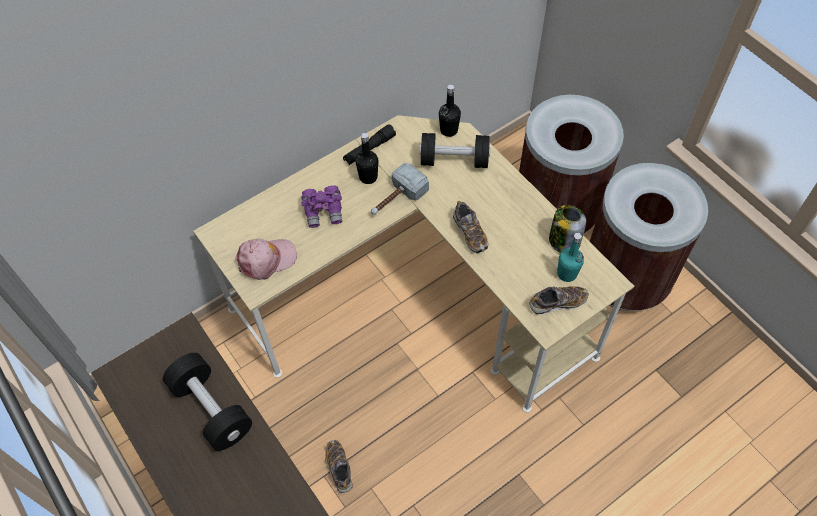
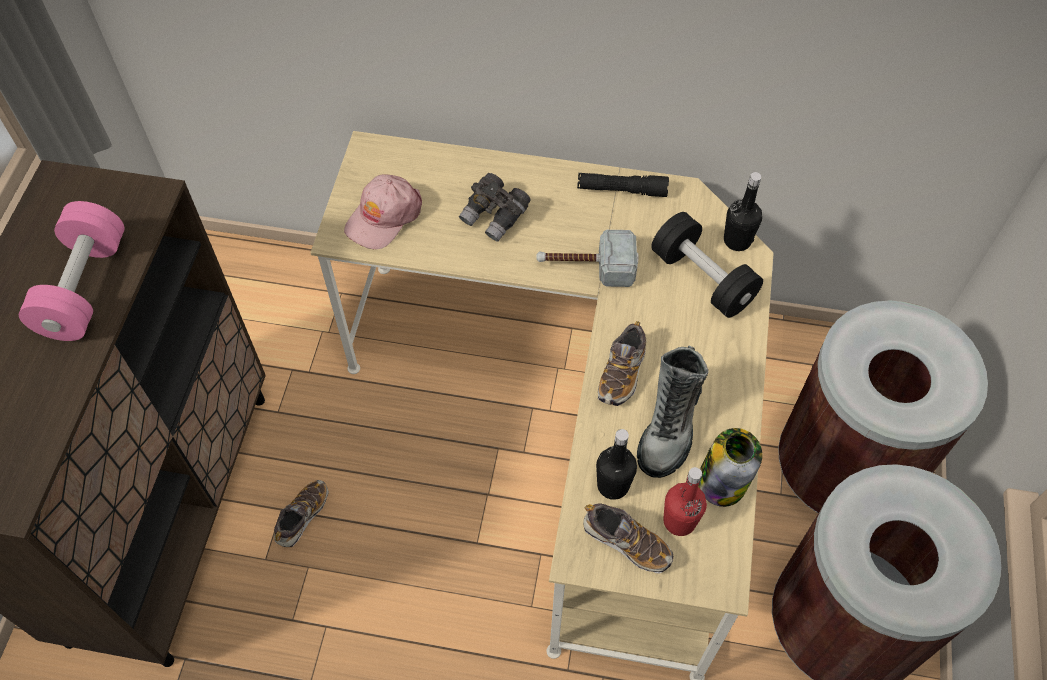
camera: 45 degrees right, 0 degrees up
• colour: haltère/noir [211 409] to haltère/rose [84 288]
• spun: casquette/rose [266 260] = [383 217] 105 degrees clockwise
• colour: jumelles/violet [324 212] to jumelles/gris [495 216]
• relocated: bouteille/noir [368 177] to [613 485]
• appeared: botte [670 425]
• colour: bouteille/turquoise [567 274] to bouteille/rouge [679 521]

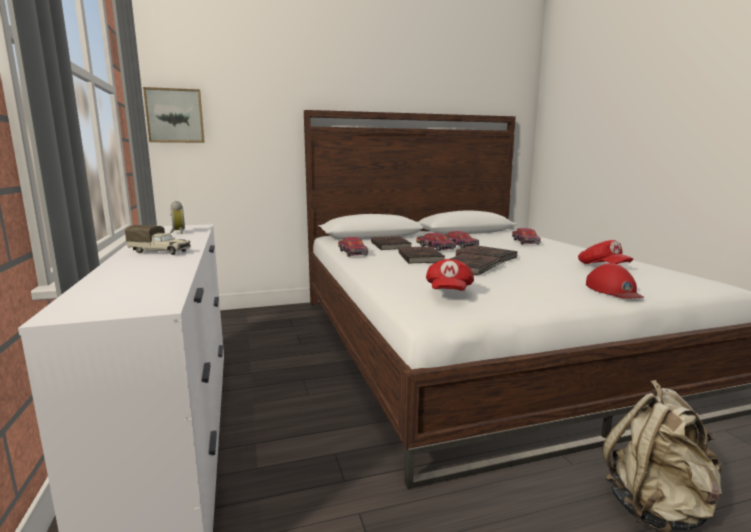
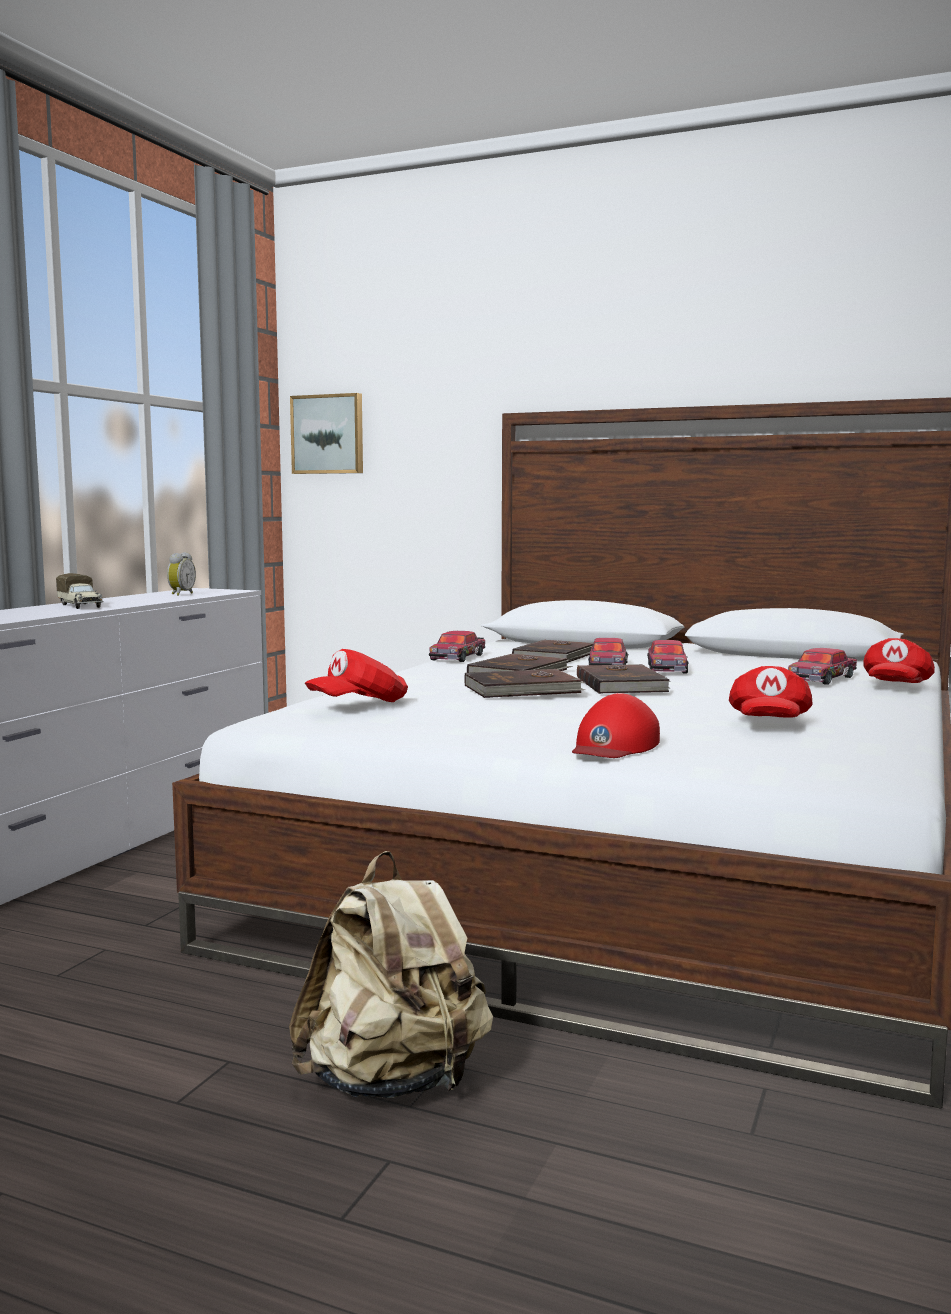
camera: 40 degrees right, 5 degrees down
• appeared: casquette/rouge [896 686]

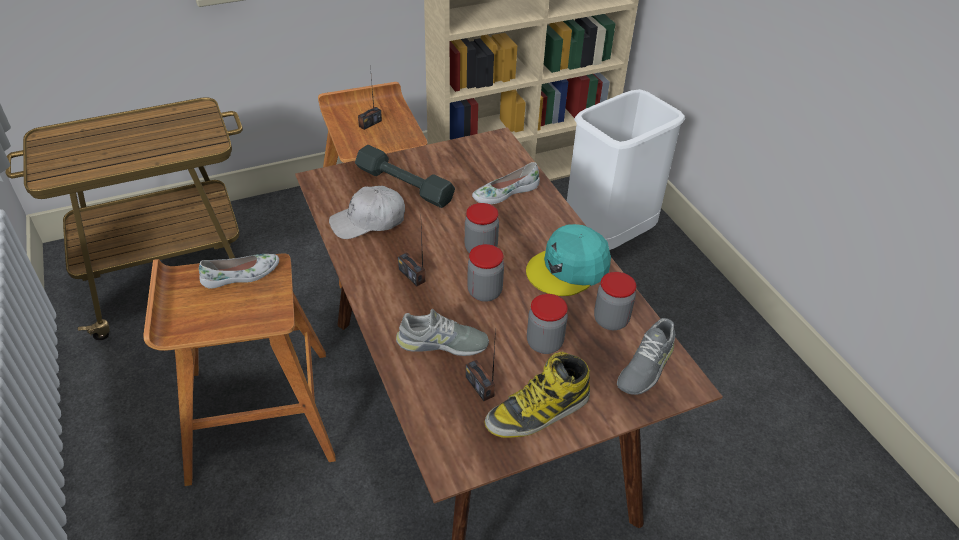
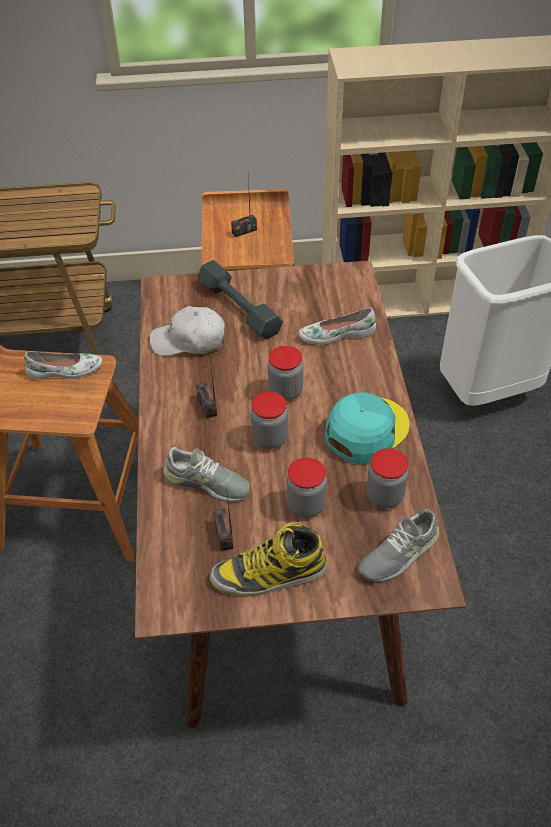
camera: 20 degrees right, 5 degrees up
• spun: casquette/turquoise [569 268] = [366 430] 150 degrees clockwise

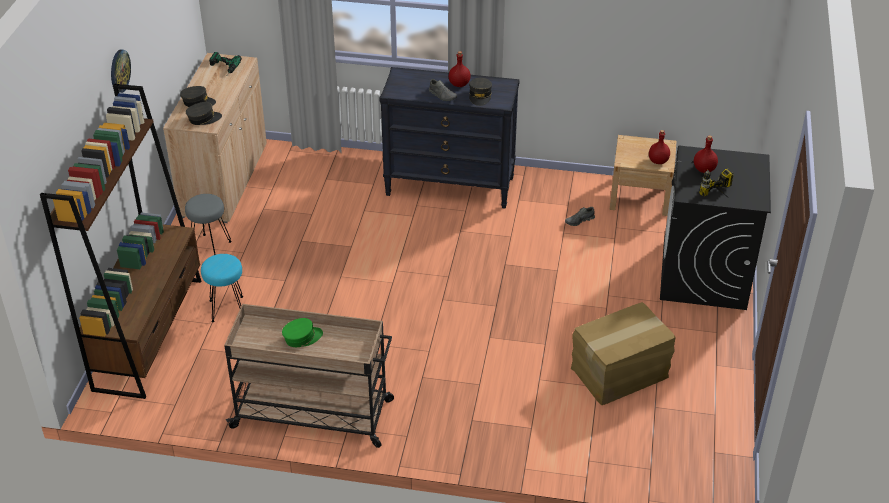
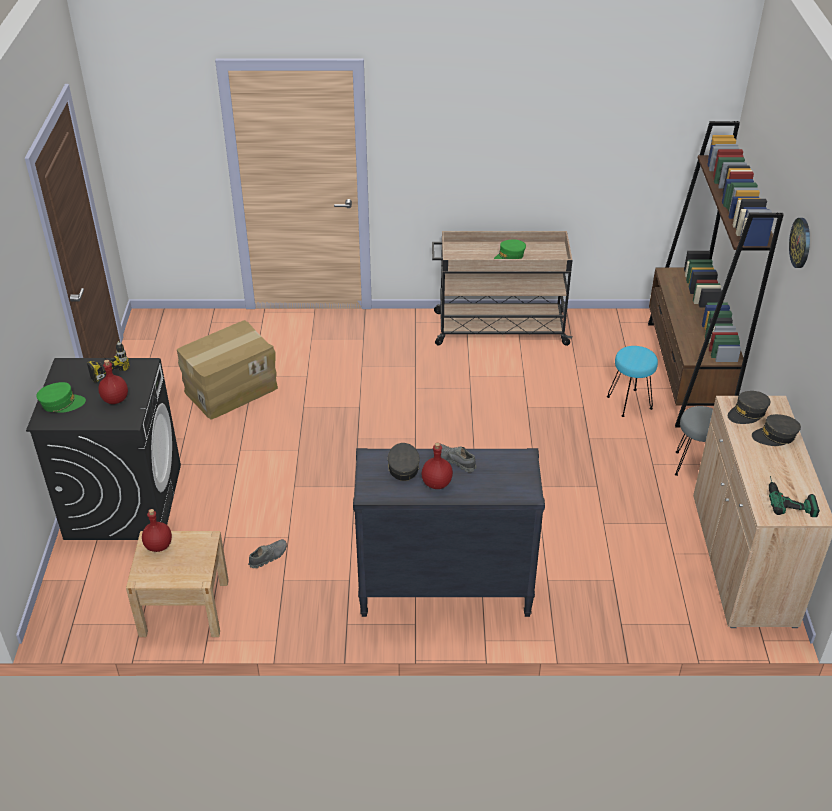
camera: 170 degrees right, 0 degrees up
• appeared: casquette/vert [61 403]

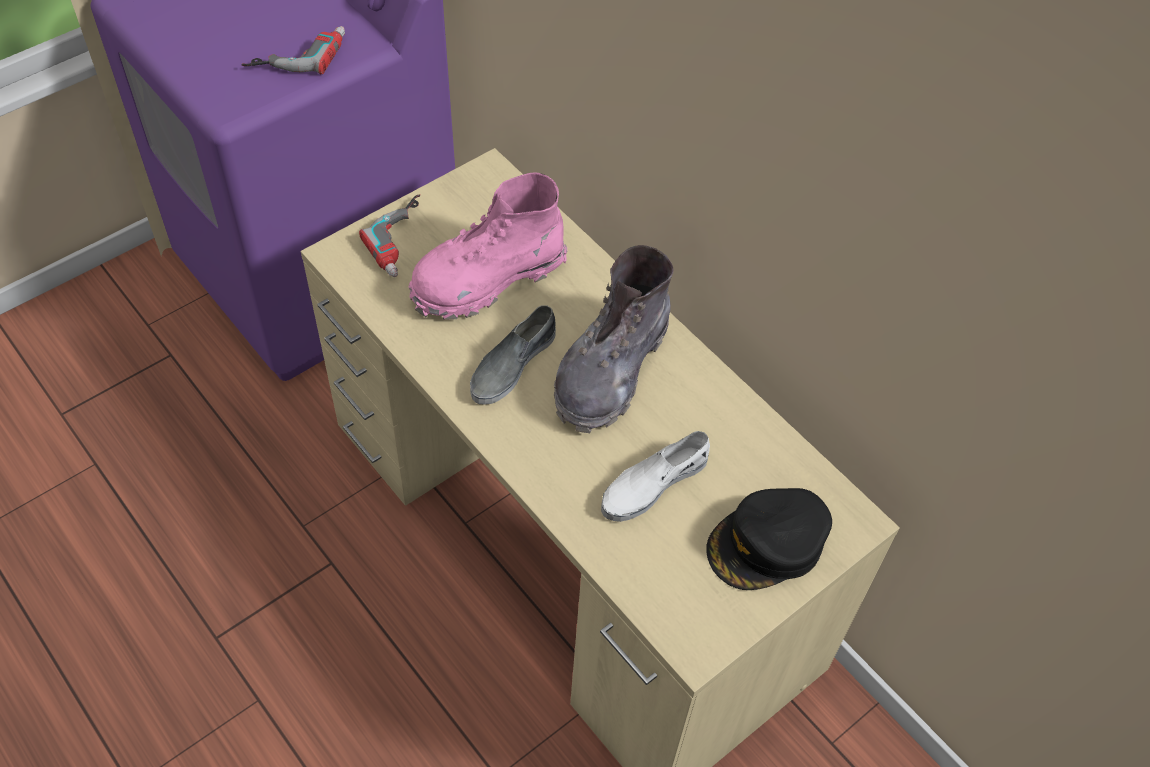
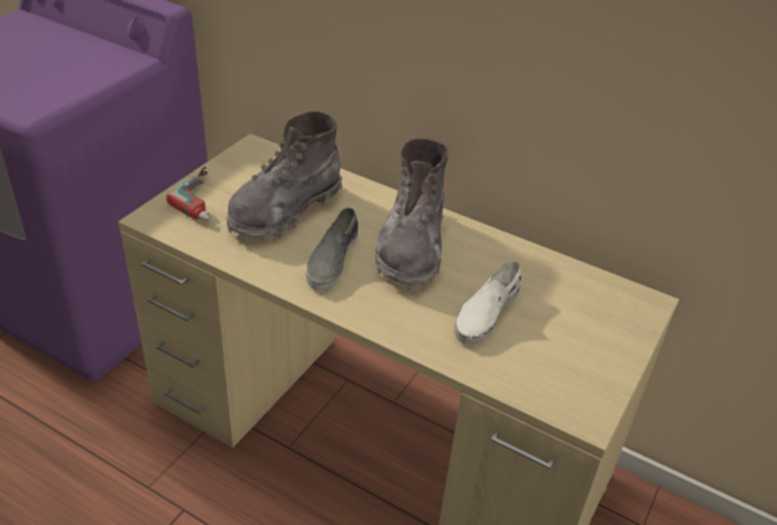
camera: 20 degrees left, 15 degrees down
• colour: botte/rose [487 279] to botte/gris [284 211]
• missing: perceuse [297 53]
• missing: casquette/noir [767 544]

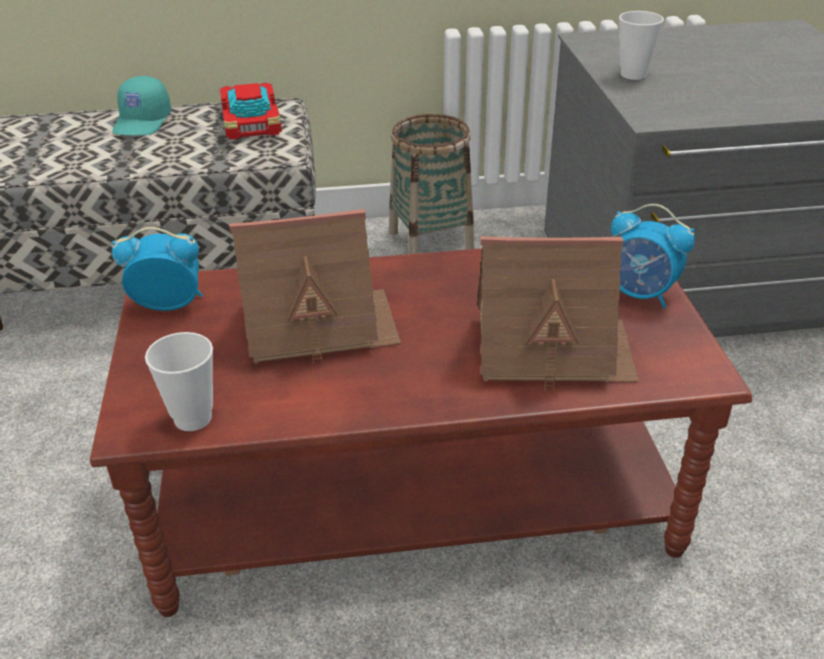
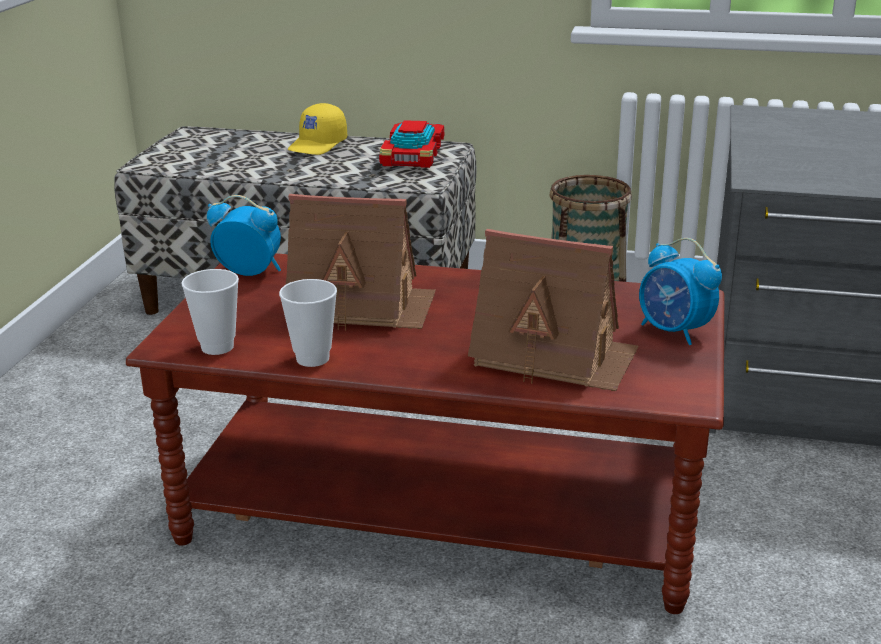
camera: 20 degrees right, 10 degrees down
• relocated: tasse [633 75] to [312 359]
• colour: casquette/turquoise [143 122] to casquette/jaune [318 145]

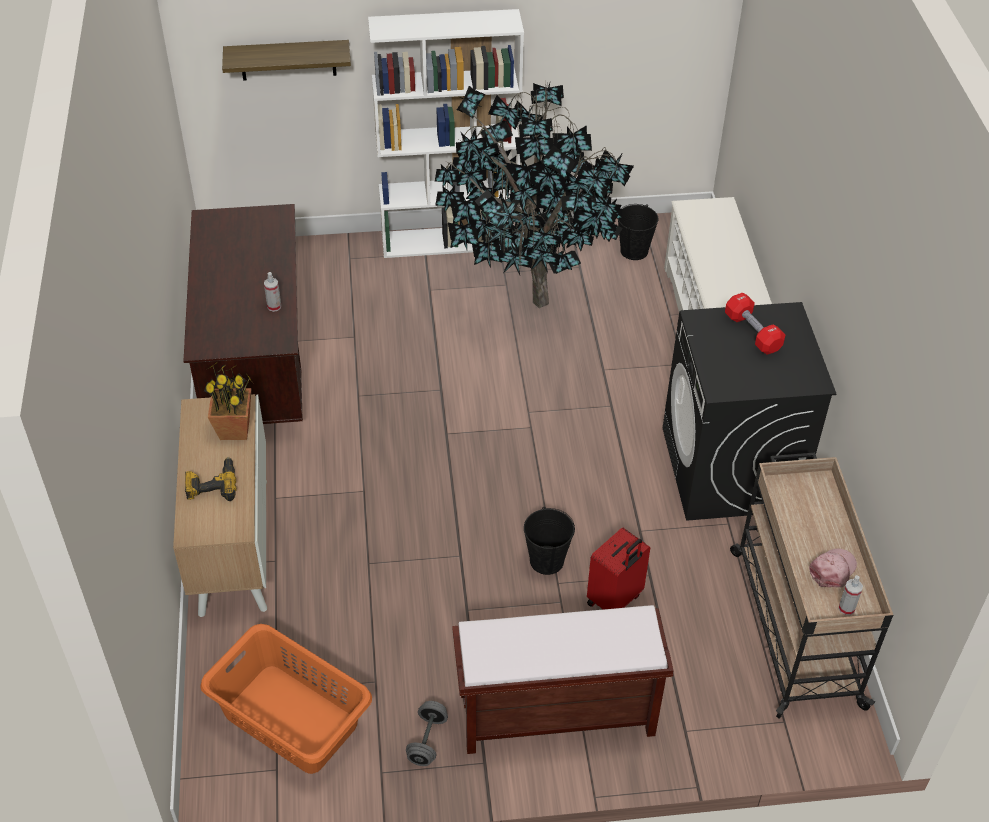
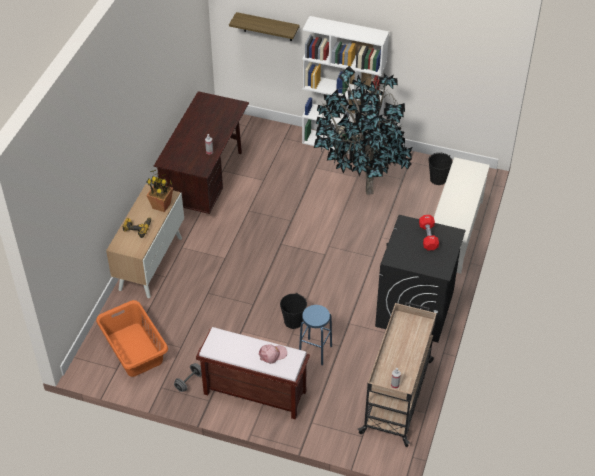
camera: 25 degrees right, 0 degrees up
• relocated: casquette/rose [832 570] to [272 354]
• exchanged: valise/rouge [615 600] to tabouret/bleu [315 351]

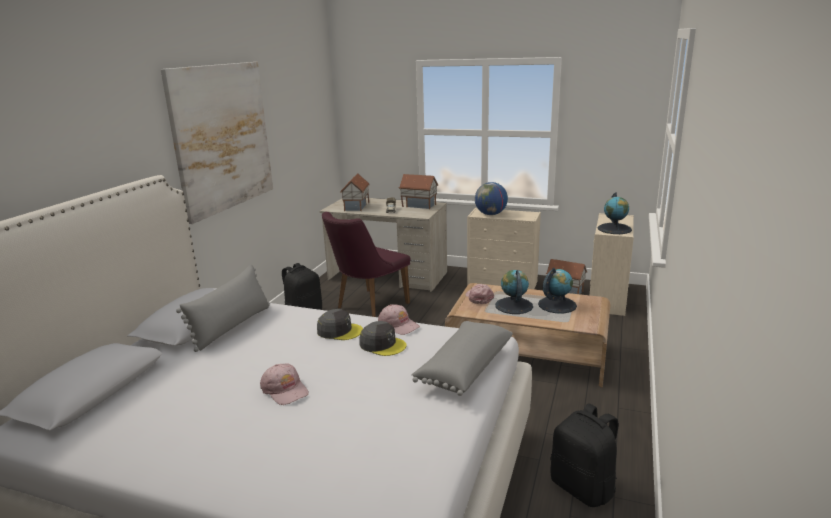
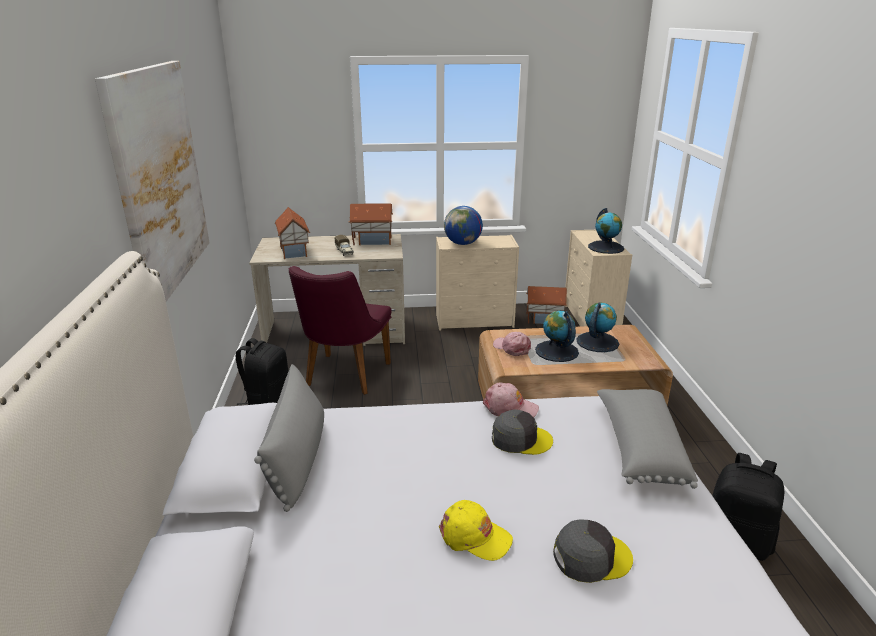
camera: 25 degrees left, 5 degrees up
• colour: casquette/rose [285 390] to casquette/jaune [474 536]
• relocated: casquette/gris [339 331] to [591 557]

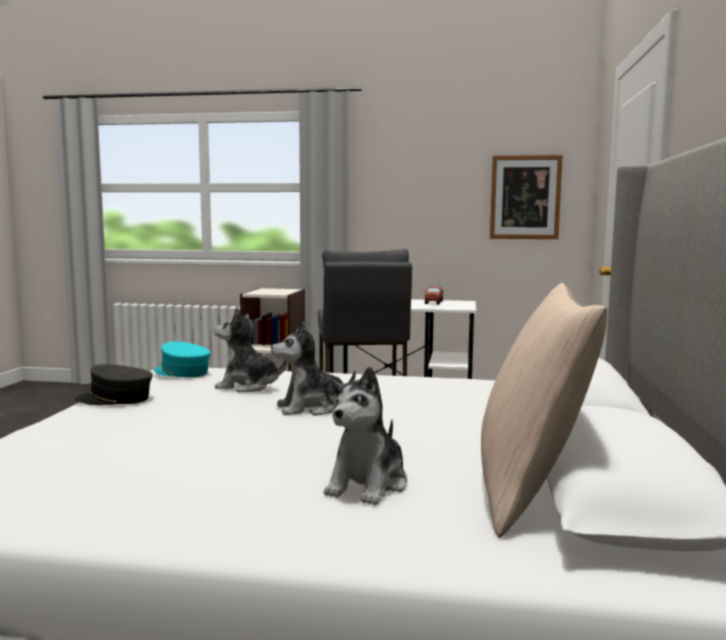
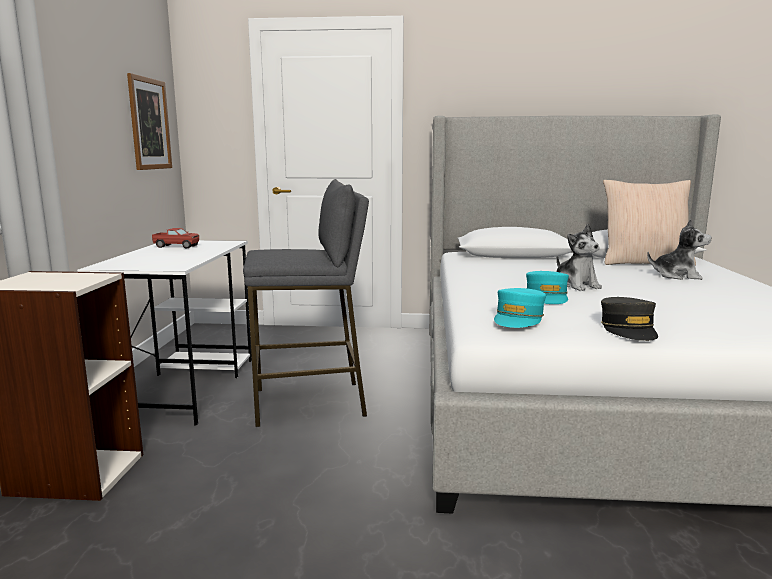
camera: 95 degrees left, 5 degrees up
• exchanged: peluche [247 386] to casquette/turquoise [547 297]

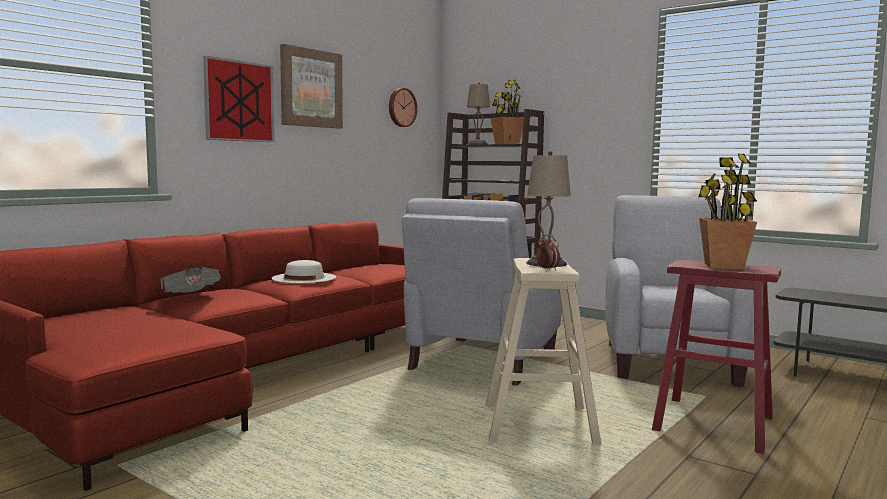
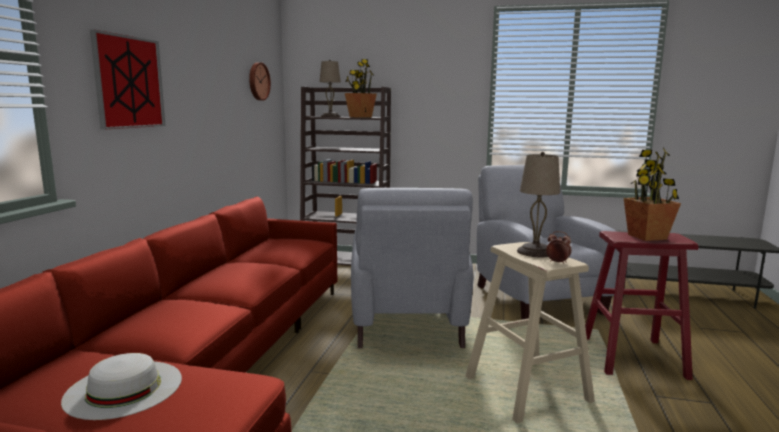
camera: 25 degrees left, 5 degrees up
• relocated: chapeau/blanc [304 278] to [124 388]
• missing: journal [191 297]
• missing: tableau [311 88]

